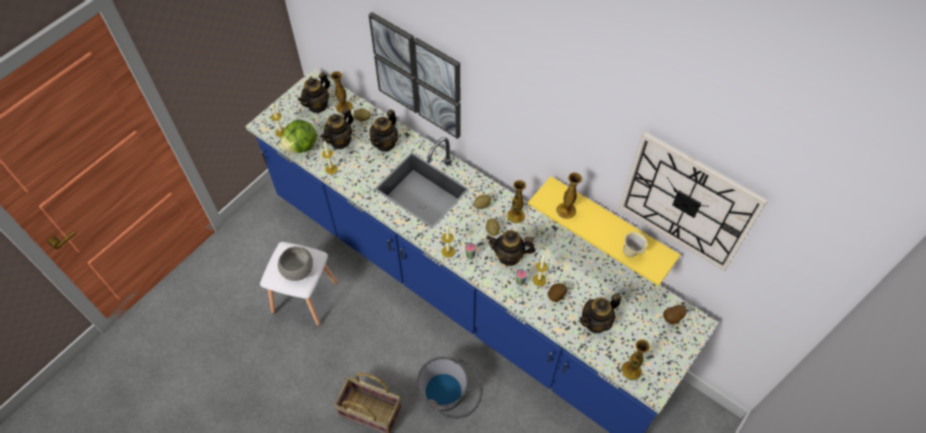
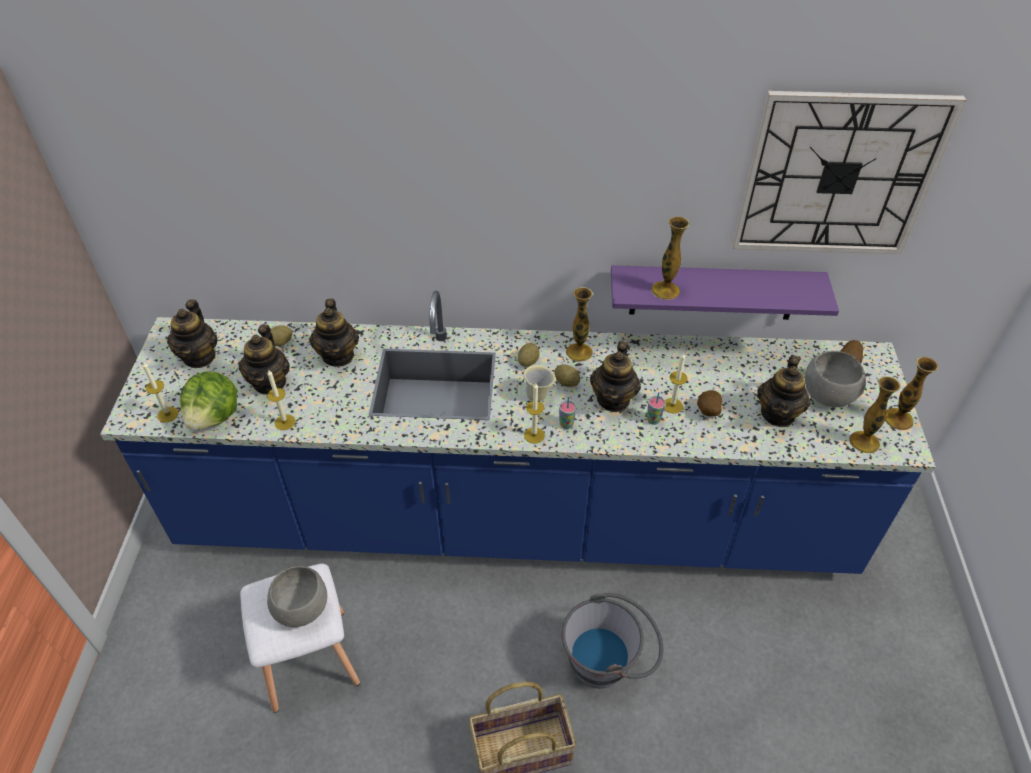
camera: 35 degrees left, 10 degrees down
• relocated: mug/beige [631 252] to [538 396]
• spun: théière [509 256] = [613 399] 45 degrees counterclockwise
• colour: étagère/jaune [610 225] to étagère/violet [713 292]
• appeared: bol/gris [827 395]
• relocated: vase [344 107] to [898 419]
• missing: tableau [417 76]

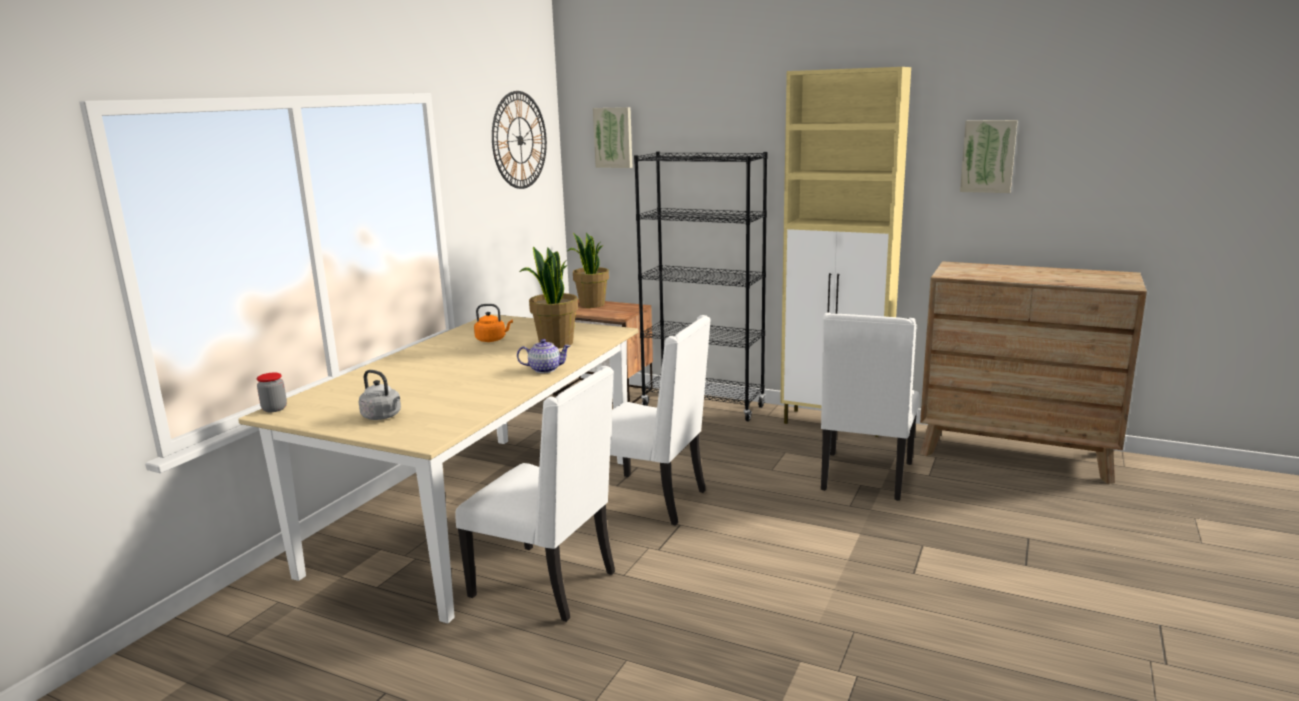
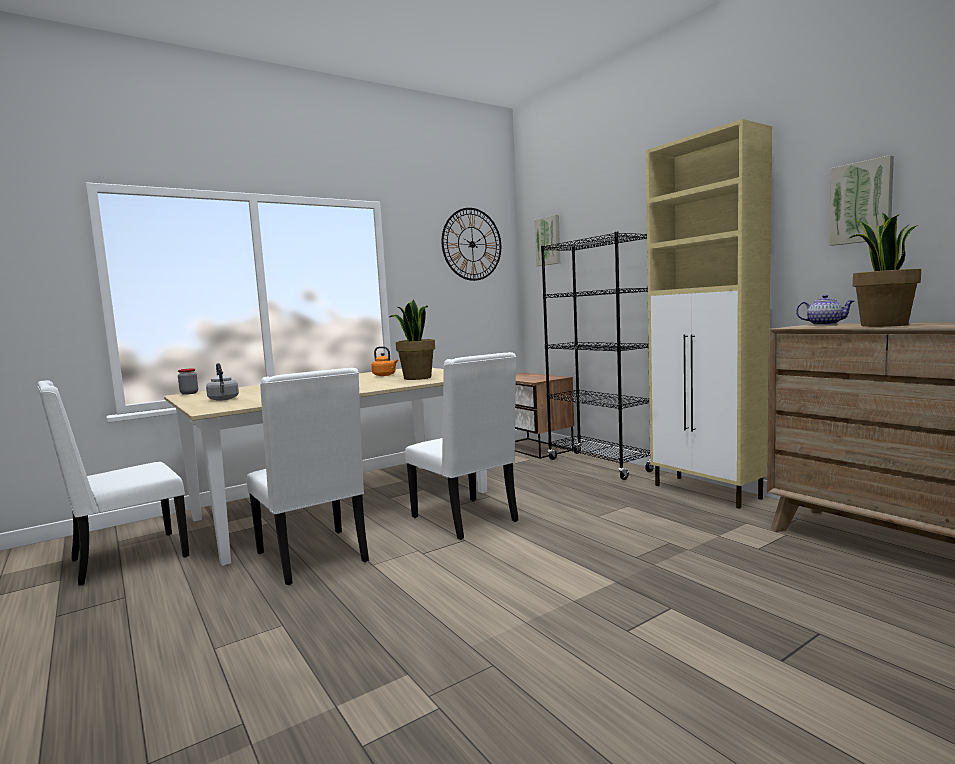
camera: 30 degrees right, 10 degrees down
• relocated: chaise/blanc [865 477] to [126 559]
• relocated: théière [544 369] to [824 324]
• relocated: plante en pot [591 304] to [882 325]

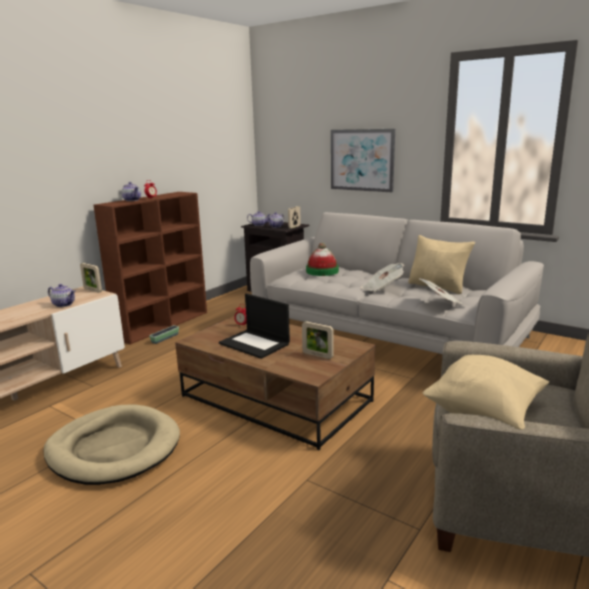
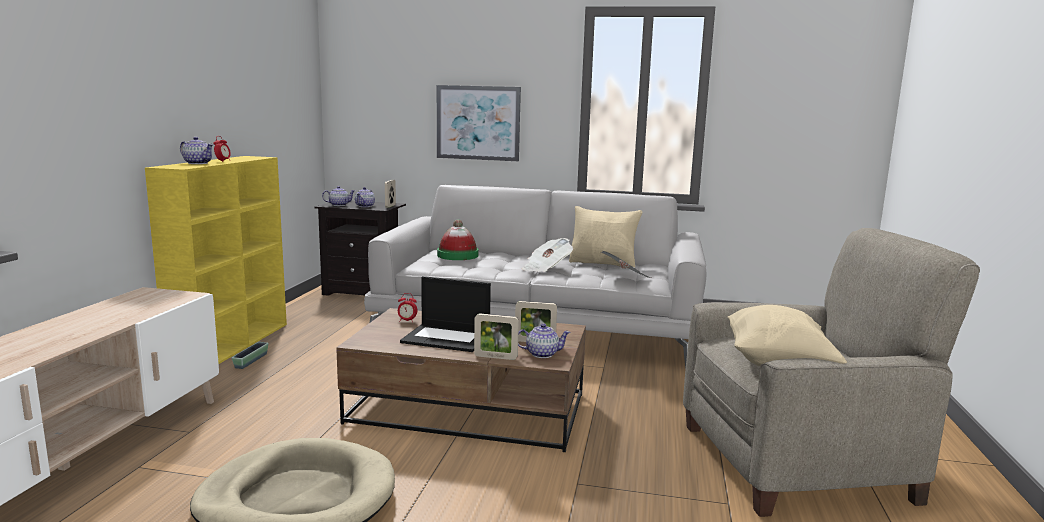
camera: 25 degrees left, 5 degrees down
• colour: bibliothèque/marron [163 324] to bibliothèque/jaune [232 344]
• relocated: cadre photo [92 290] to [495 357]
• relocated: théière [64 304] to [542 354]

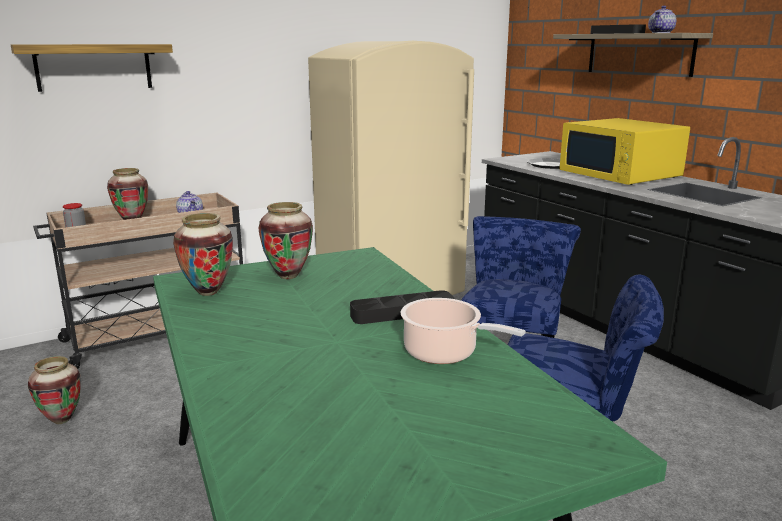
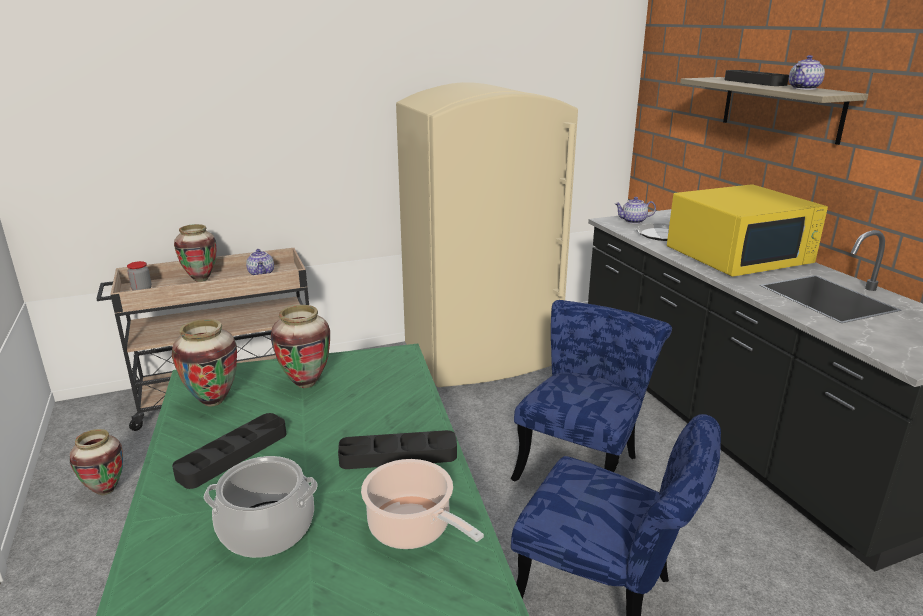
camera: 10 degrees right, 5 degrees up
• appeared: plateau/noir [233 454]
• appeared: marmite [266 529]
• appeared: théière [633 221]
• spun: micro-ondes/jaune [620 175] = [739 256] 90 degrees counterclockwise
• missing: étagère [94 67]

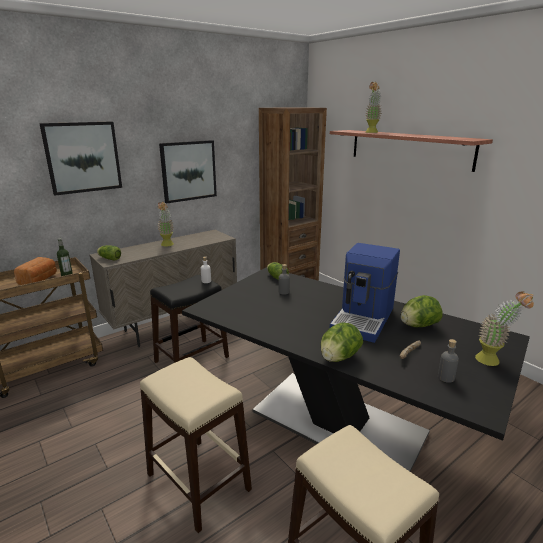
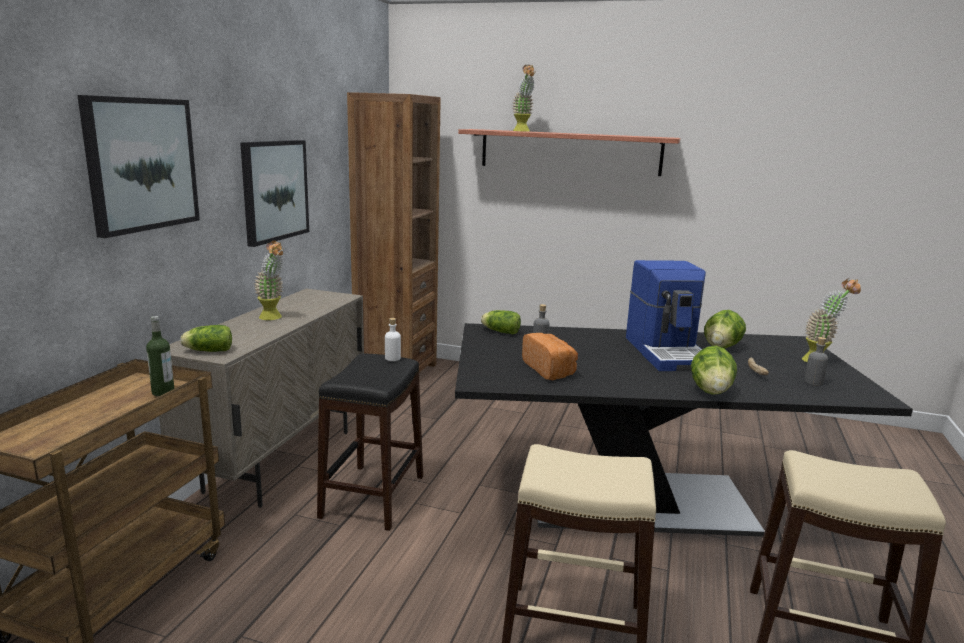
camera: 35 degrees left, 5 degrees down
• relocated: pain [39 280] to [549 369]

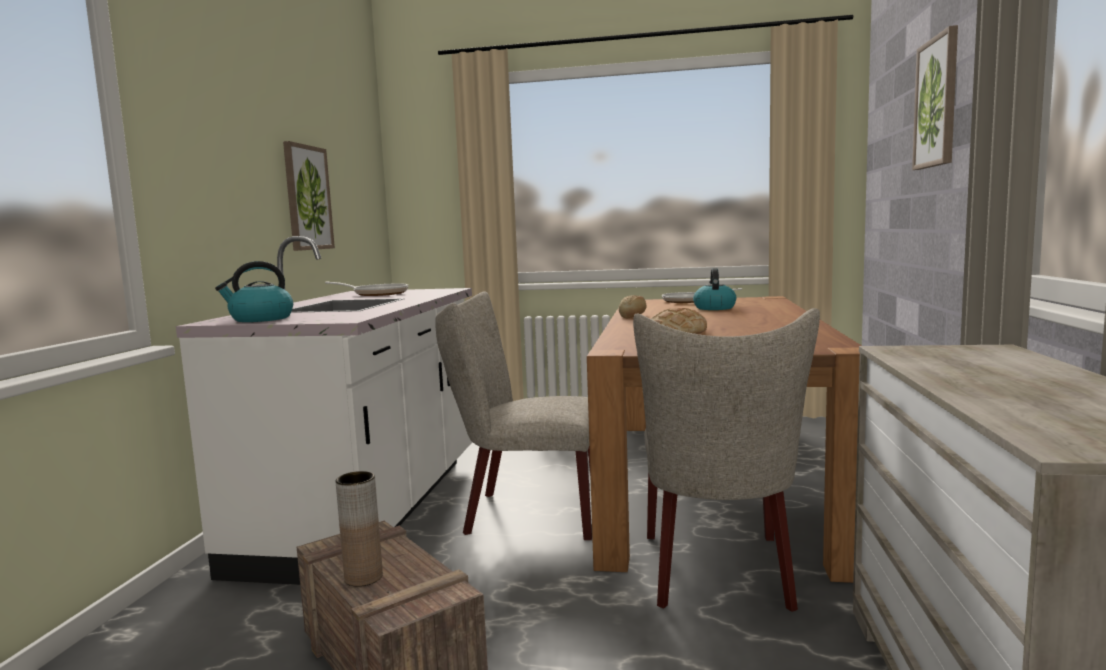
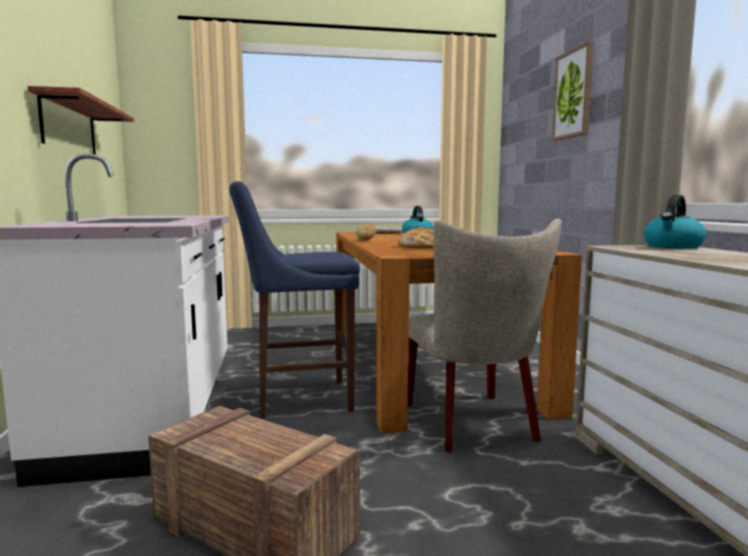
camera: 20 degrees left, 0 degrees up
• exchanged: tableau [307 198] to étagère [69 127]
• exchanged: chaise/beige [524 514] to tabouret/bleu [297 399]
• relocated: bouilloire [260 319] to [673 246]
• missing: poêle [377 294]
• missing: vase/marron [363 577]

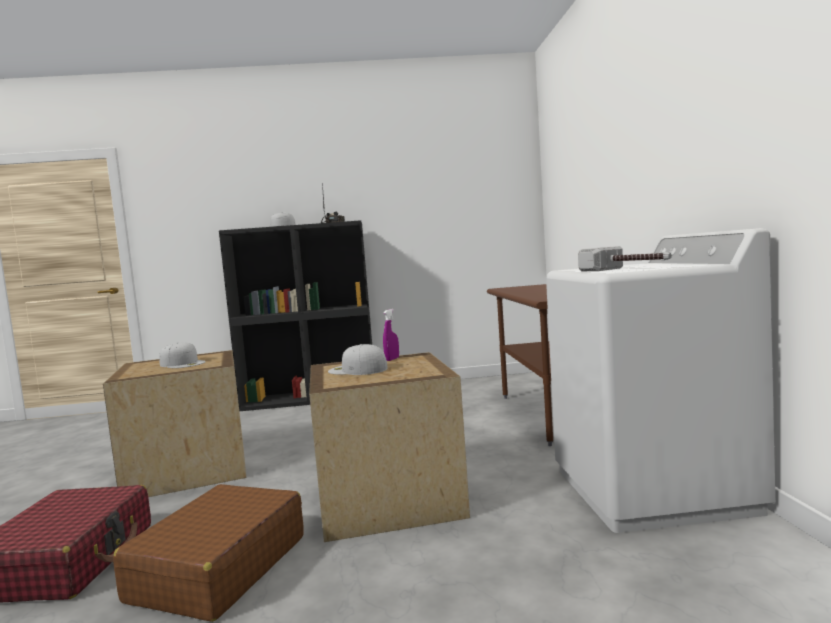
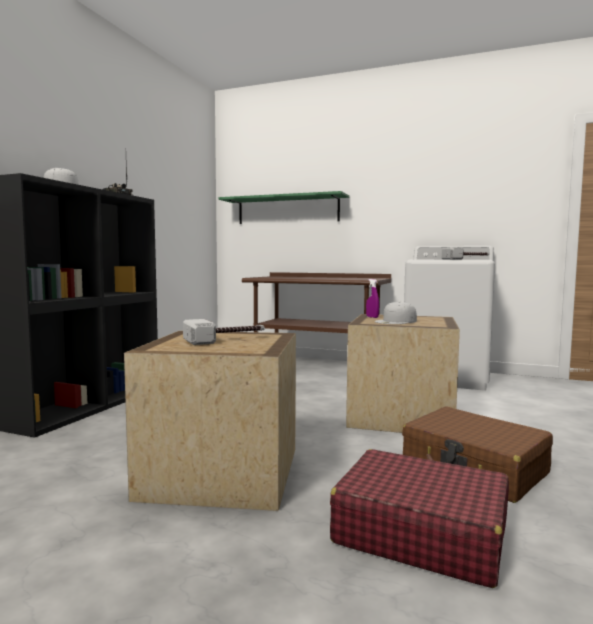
camera: 65 degrees left, 0 degrees up
• exchanged: casquette/blanc [183 363] to marteau [226 339]
• appeared: étagère/vert [287 210]

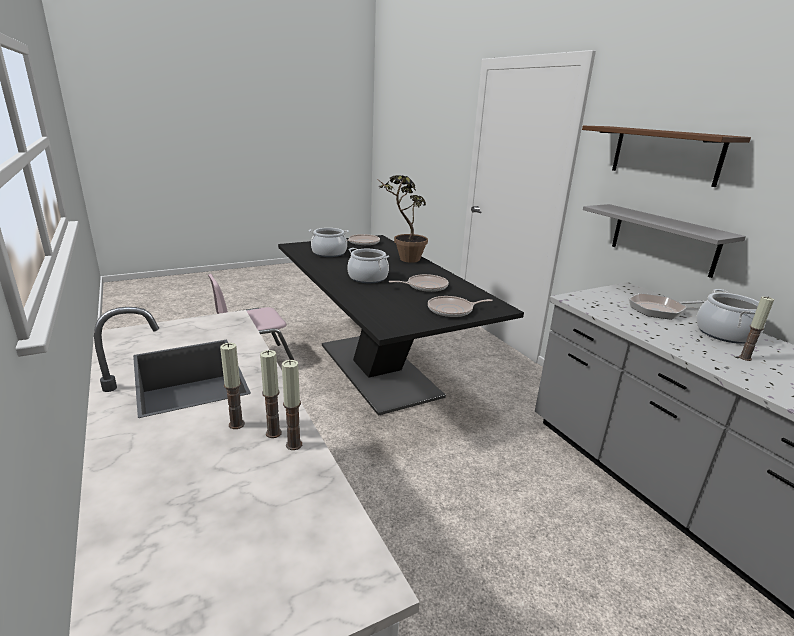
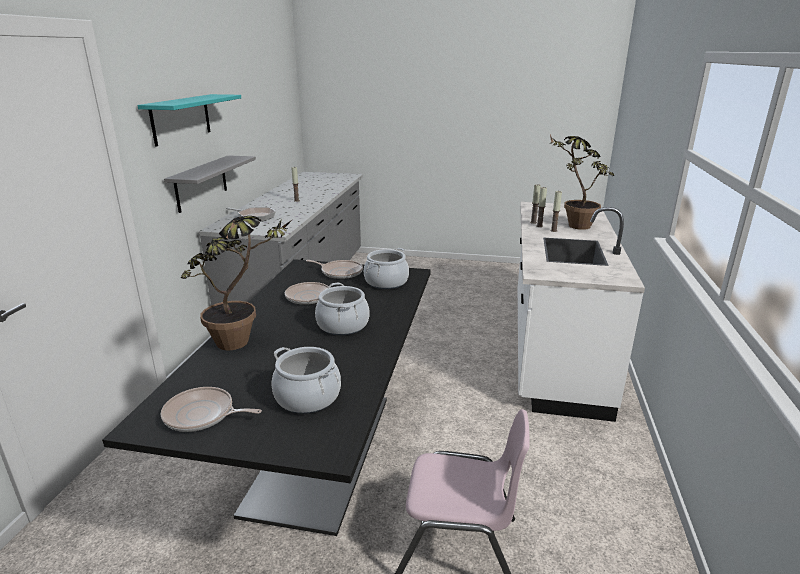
camera: 140 degrees left, 0 degrees up
• colour: étagère/marron [665 154] to étagère/turquoise [181 119]
• relocated: marmite [725 333] to [386 282]
• appeared: plante en pot [572 224]

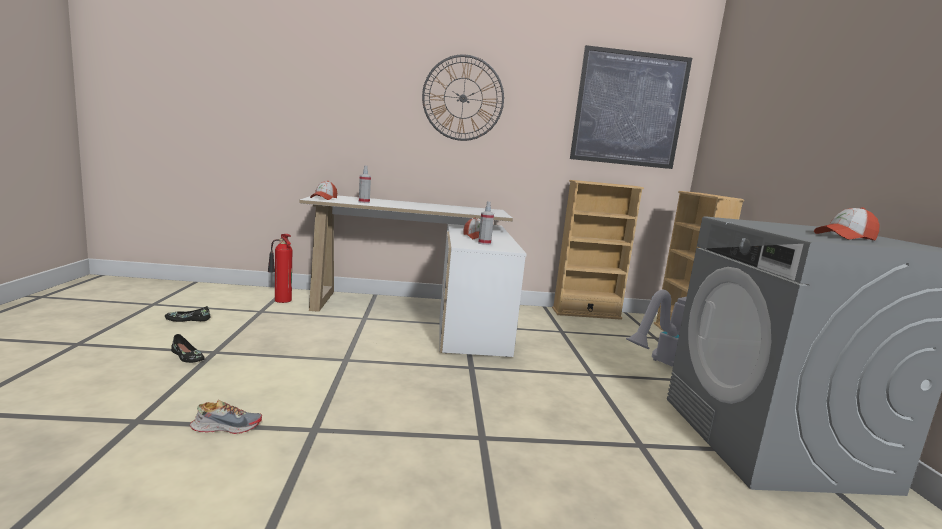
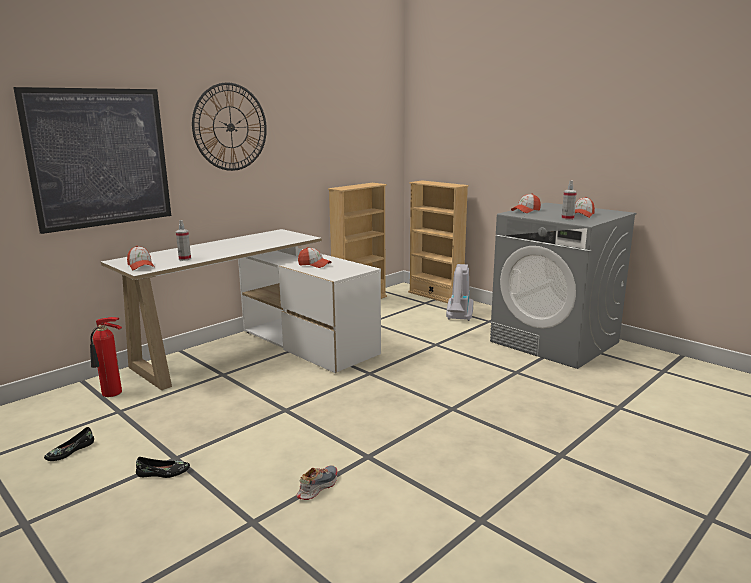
camera: 40 degrees left, 5 degrees up
• relocated: tableau [629 109] to [100 158]
• appeared: casquette [526 211]
• relocated: vaporisateur [484 243] to [567 219]

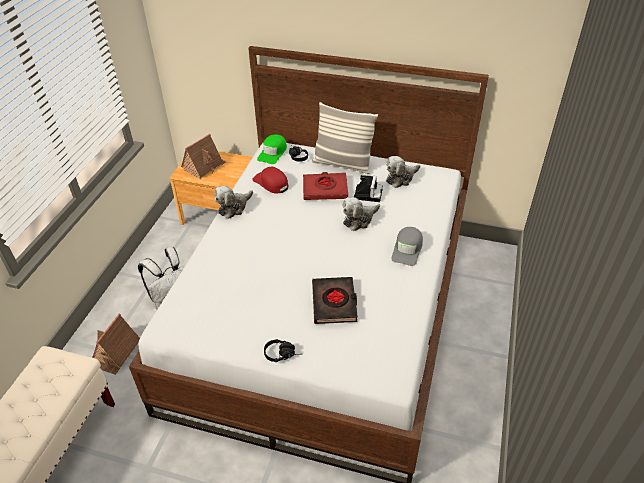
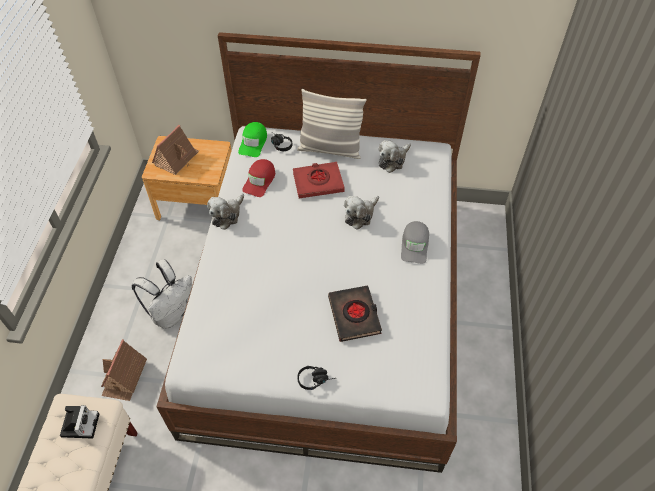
camera: 10 degrees left, 10 degrees up
• relocated: appareil photo [368 193] to [80 423]
• spun: casquette/rouge [271 183] = [260 181] 105 degrees counterclockwise

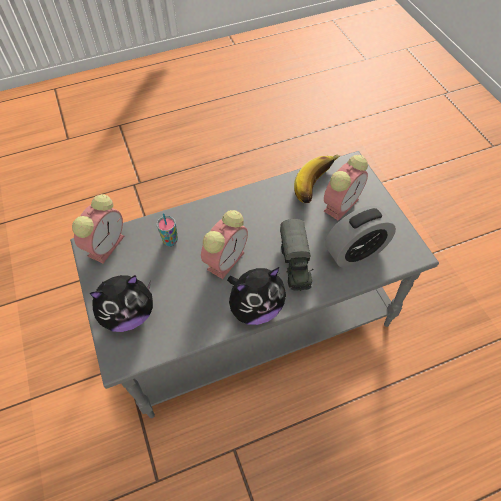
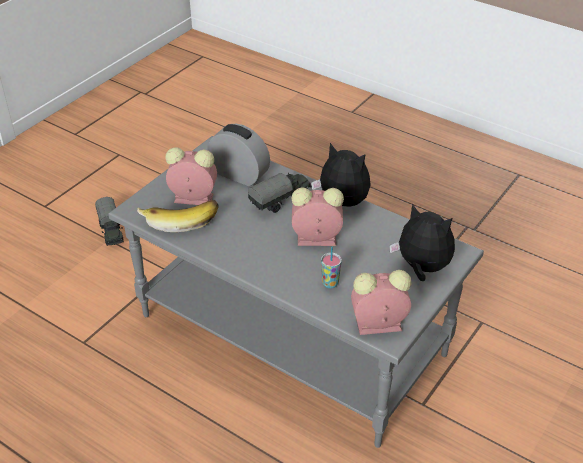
camera: 125 degrees left, 15 degrees down
• appeared: camion jouet [111 231]

